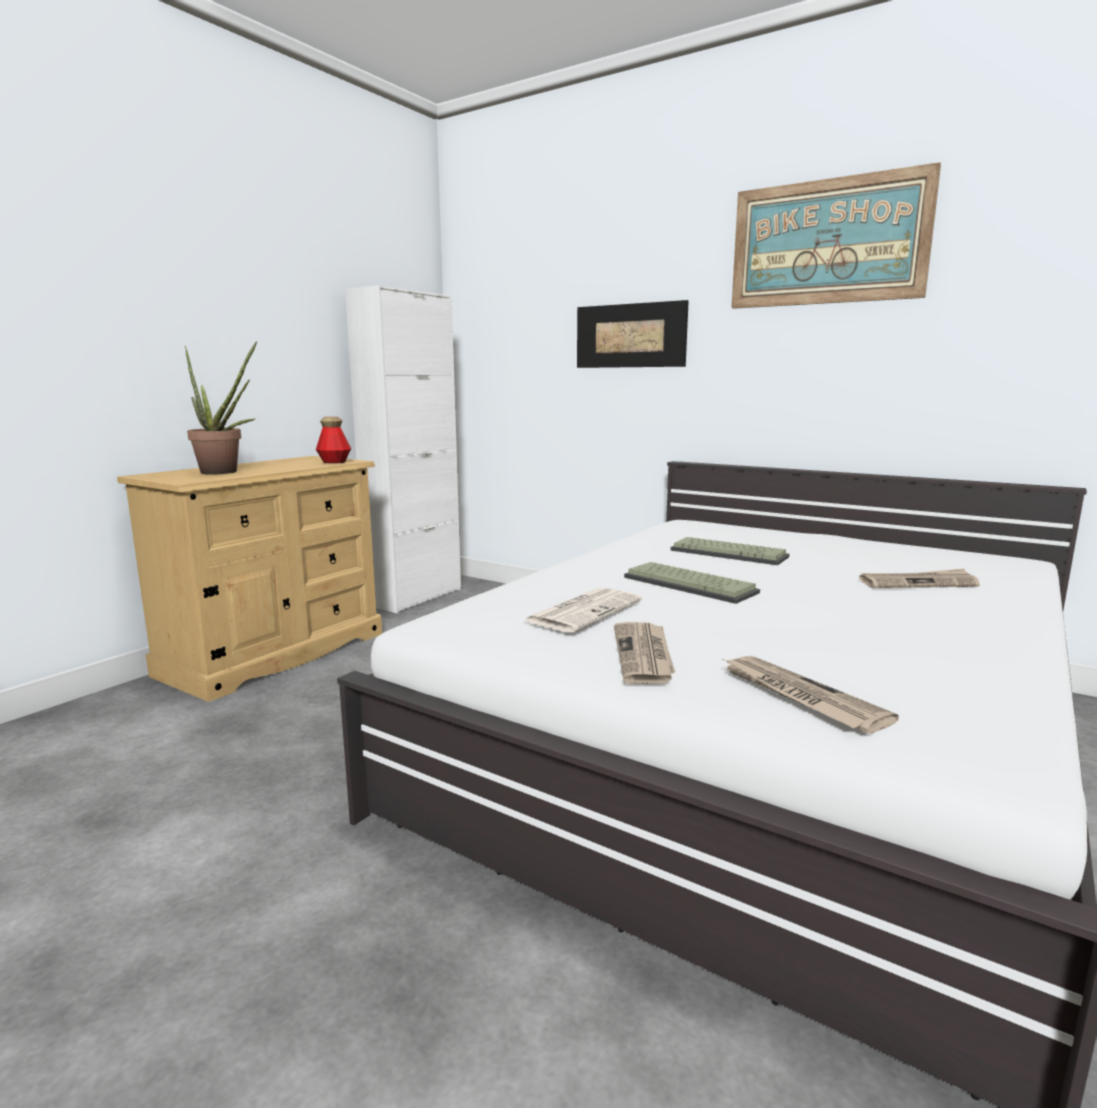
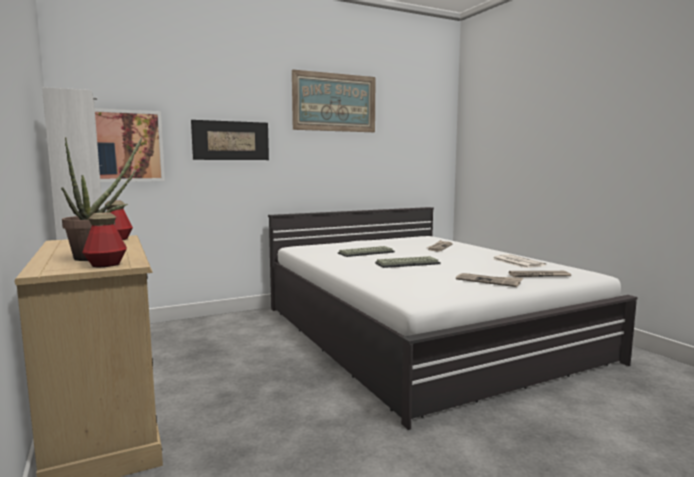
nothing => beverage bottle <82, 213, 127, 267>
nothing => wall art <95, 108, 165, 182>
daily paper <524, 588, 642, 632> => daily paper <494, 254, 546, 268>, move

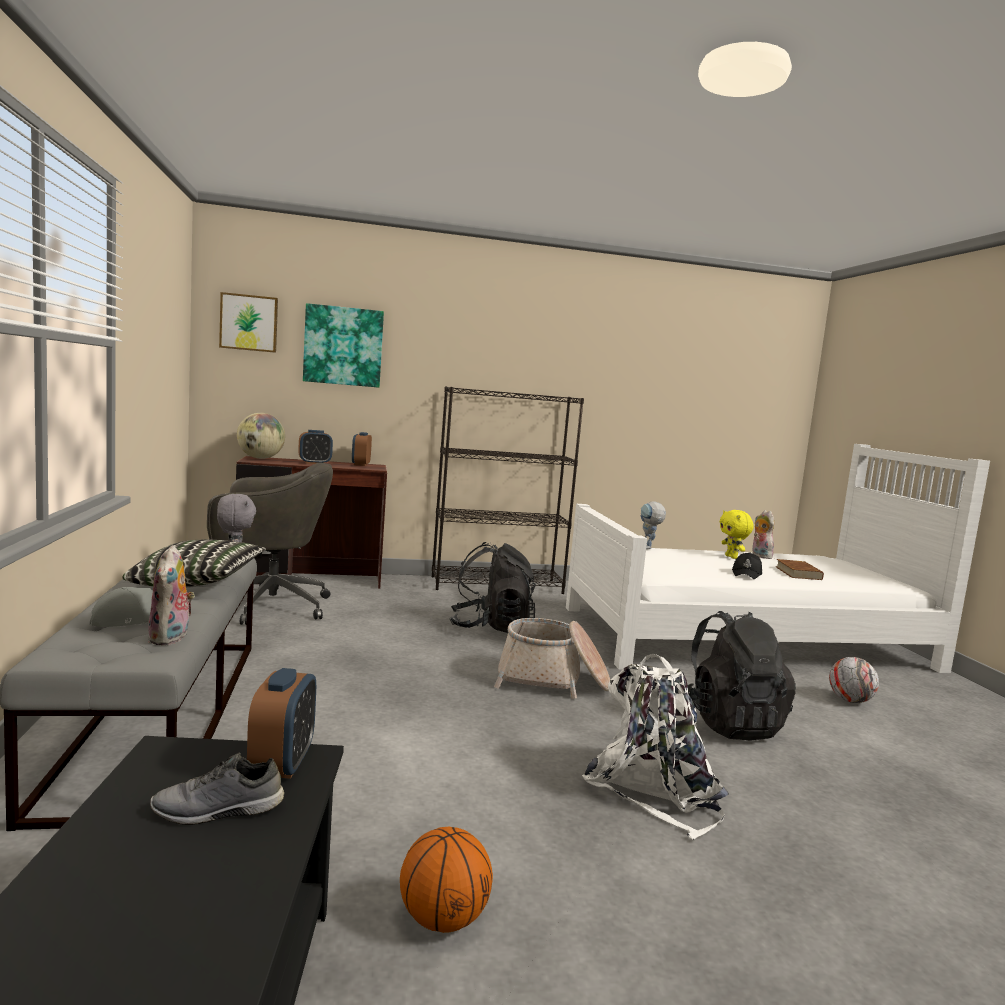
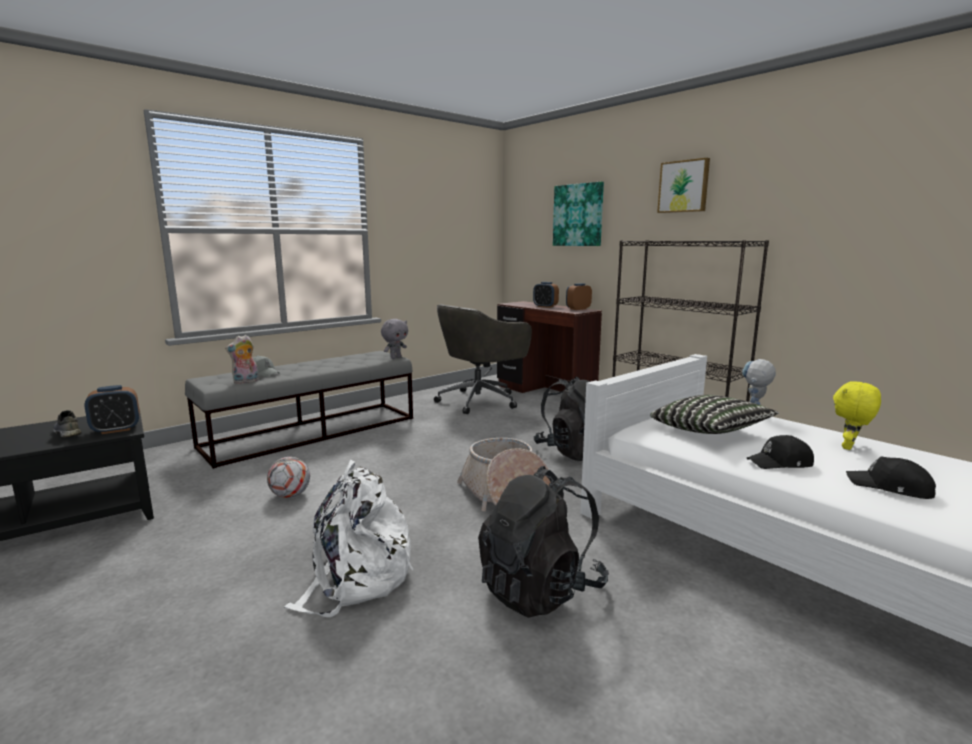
football <829, 657, 879, 703> => football <267, 457, 310, 498>, move
greyish computer chair <207, 462, 333, 625> => greyish computer chair <434, 304, 532, 414>, 90 degrees clockwise
cushion <122, 540, 266, 587> => cushion <650, 395, 779, 434>, move
wall art <219, 292, 278, 353> => wall art <657, 158, 710, 213>, move
brown volume <776, 559, 824, 580> => blackish cap <846, 456, 936, 499>
desk globe <237, 413, 285, 459> => nothing
basketball <400, 827, 493, 933> => nothing
plush toy <752, 510, 774, 559> => nothing

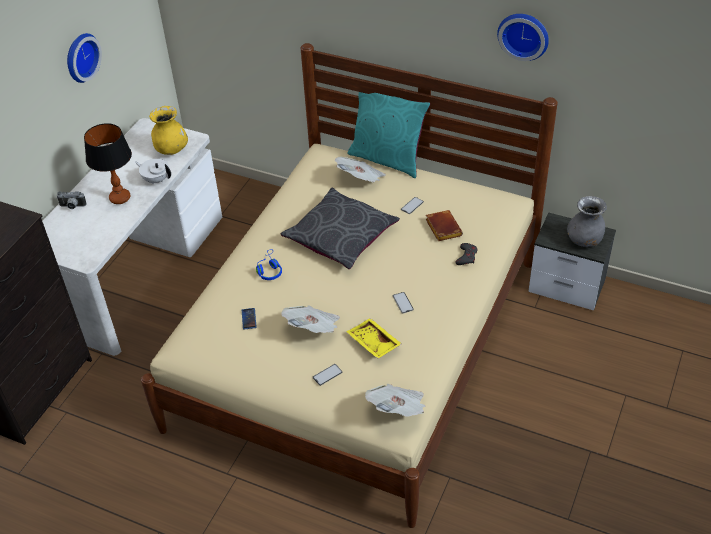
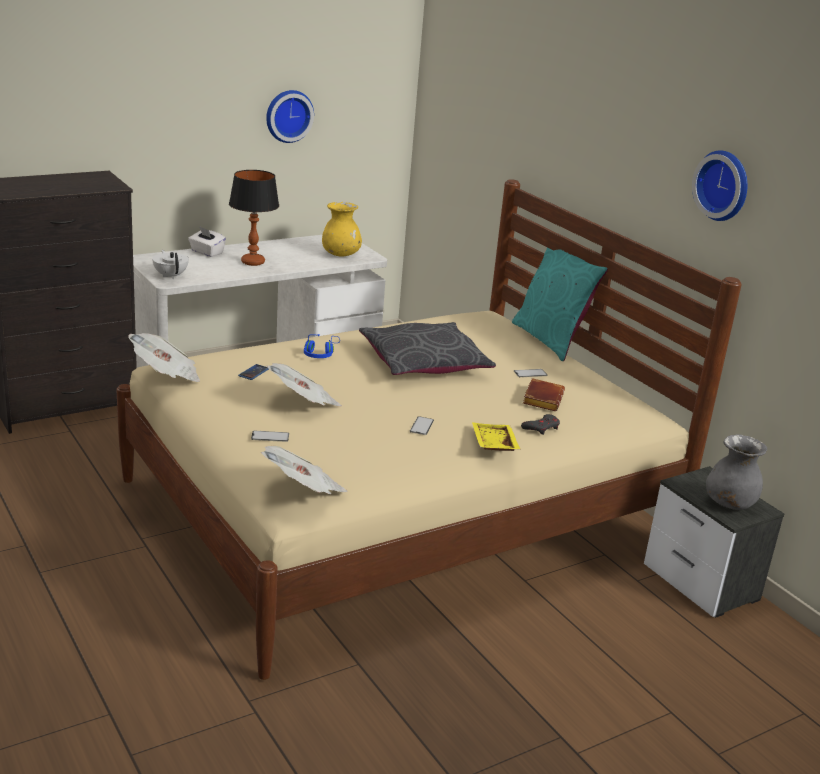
daily paper <335, 156, 386, 182> => daily paper <128, 333, 200, 382>, move
white-coloured tea pot <135, 159, 171, 184> => white-coloured tea pot <152, 250, 189, 279>, move
still camera <57, 191, 87, 209> => white-coloured tissue box <188, 227, 226, 257>
yellow carrying tray <346, 318, 402, 359> => yellow carrying tray <472, 422, 521, 451>, move

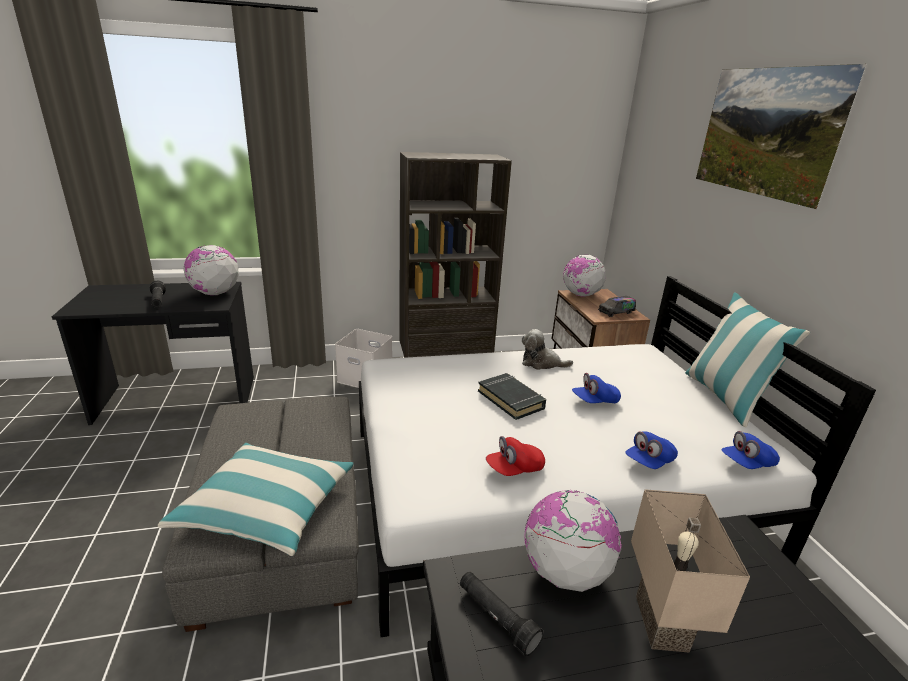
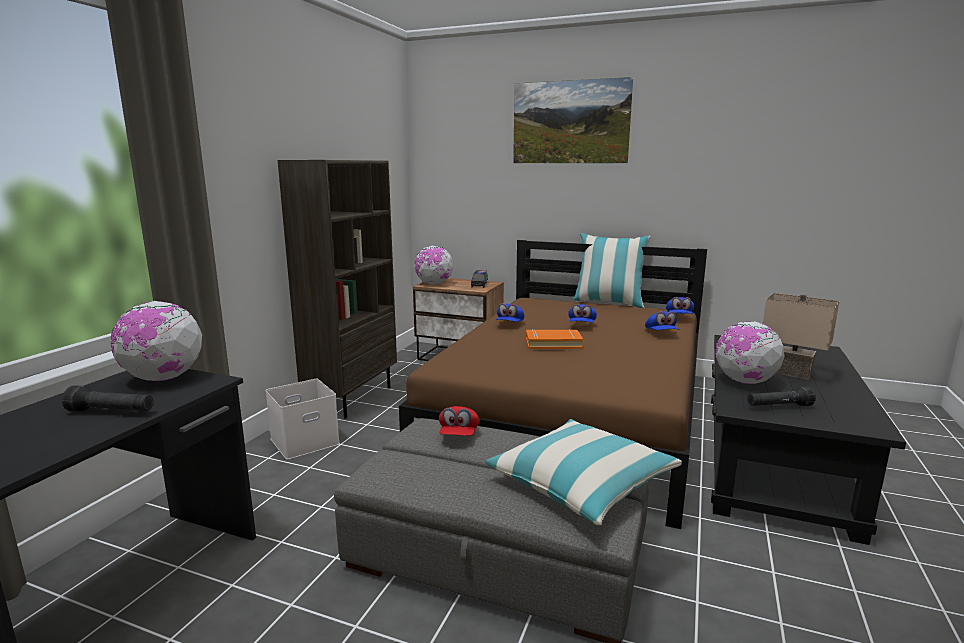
white-coloured sleeping bed <359, 276, 876, 637> => brown sleeping bed <399, 240, 707, 529>
reddish cap <486, 436, 545, 476> => reddish cap <439, 406, 480, 436>, move
plush toy <522, 329, 573, 370> => blue-coloured cap <496, 303, 524, 322>
blackish volume <478, 373, 546, 420> => orange-coloured volume <526, 329, 583, 349>

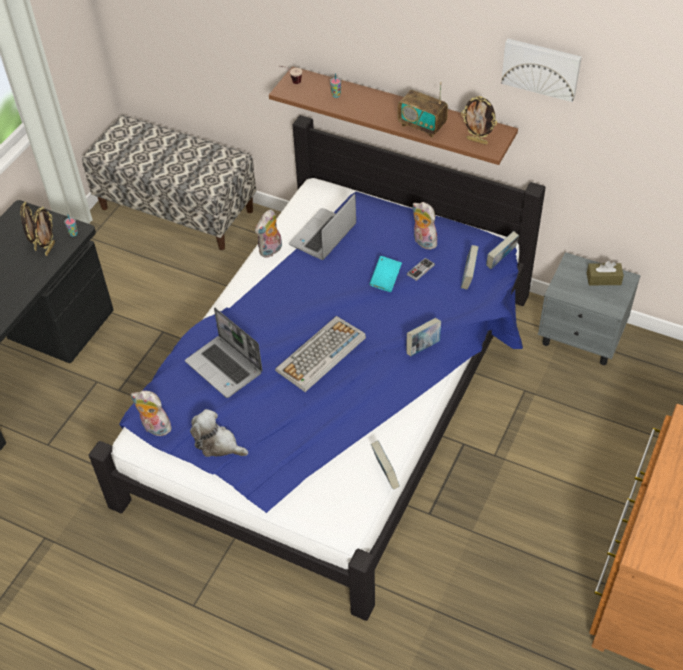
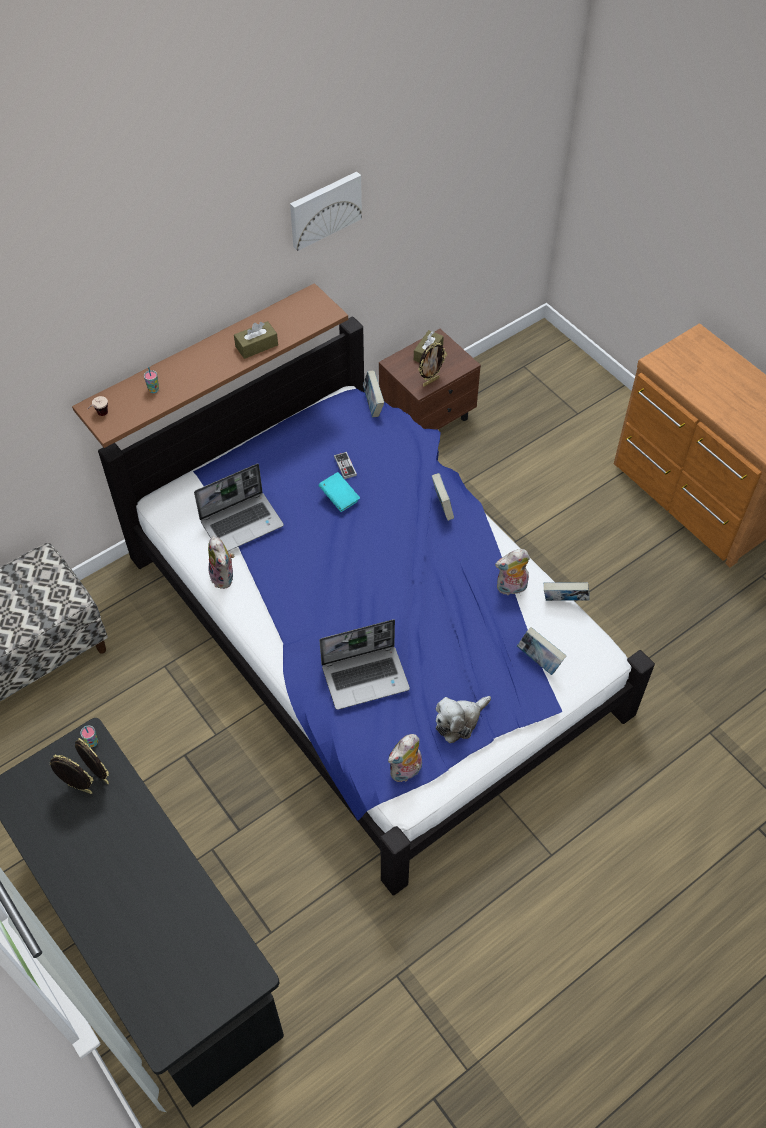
laptop <289, 194, 356, 260> => laptop <194, 463, 284, 551>, 90 degrees counterclockwise
radio set <398, 82, 448, 138> => brown tissue box <234, 321, 278, 359>
greyish bedside table <538, 252, 641, 365> => brown bedside table <379, 329, 481, 430>
standing frame <461, 96, 497, 145> => standing frame <418, 342, 447, 387>, move
plush toy <412, 202, 437, 250> => plush toy <495, 549, 530, 595>, move
volume <461, 245, 479, 290> => volume <517, 627, 566, 675>, move
keyboard <275, 316, 366, 392> => nothing

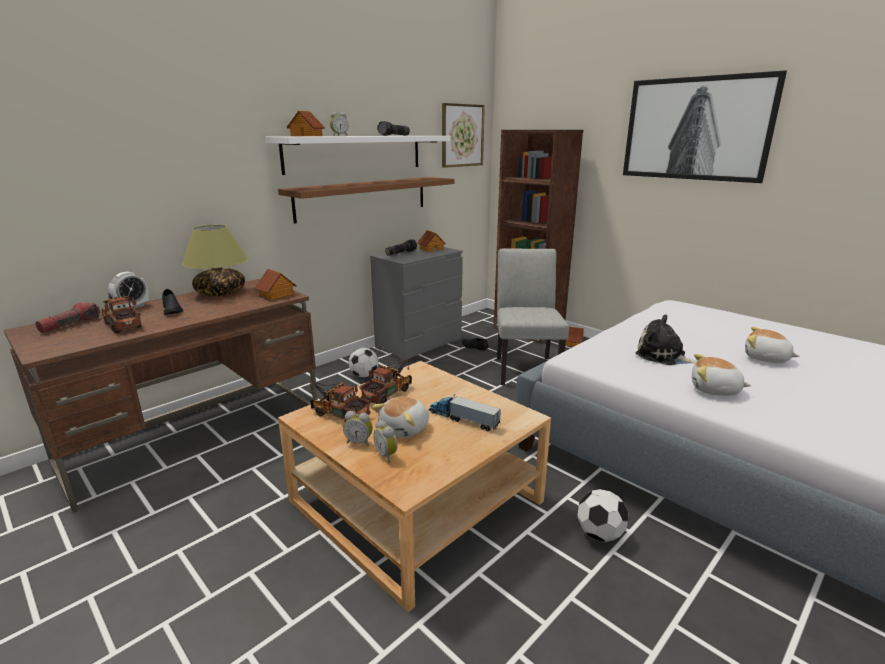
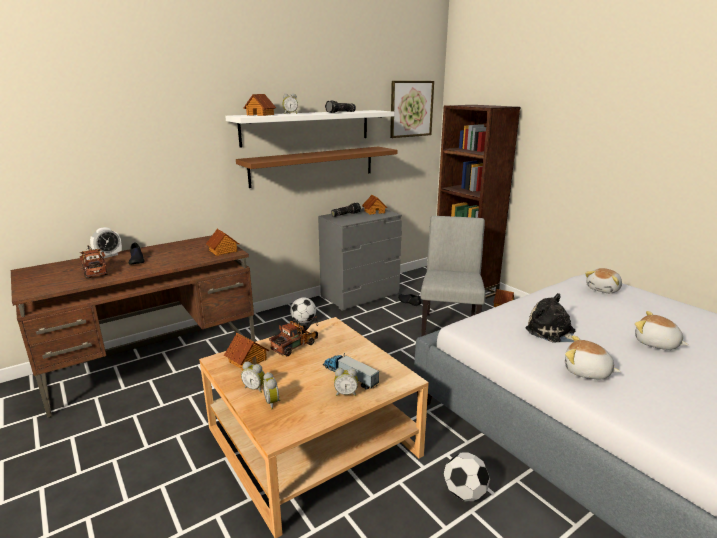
toy lorry <310, 381, 370, 422> => miniature house <224, 333, 269, 370>
nothing => table clock <334, 368, 358, 396>
plush toy <372, 396, 429, 438> => plush toy <585, 268, 622, 293>, move
hand torch <35, 303, 101, 333> => nothing
lamp for a table <182, 225, 248, 296> => nothing
wall art <623, 70, 787, 183> => nothing

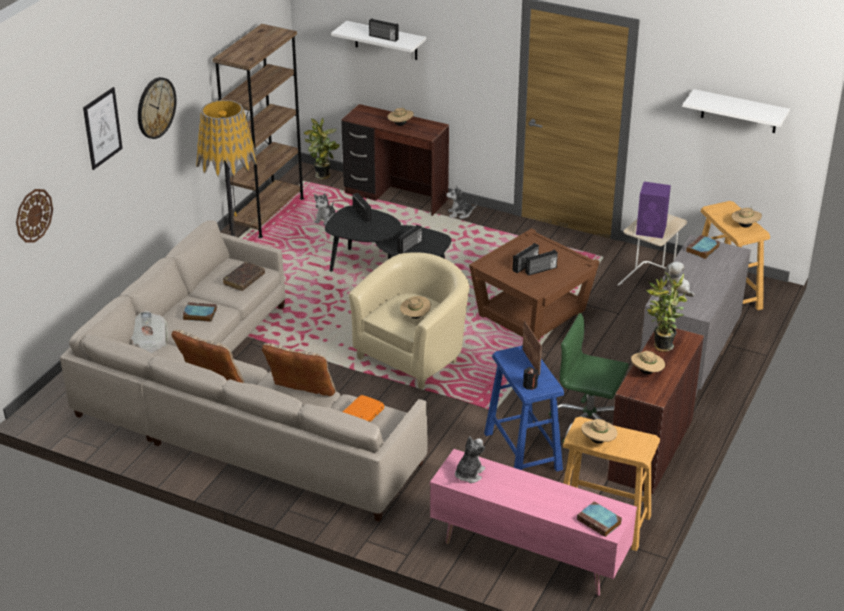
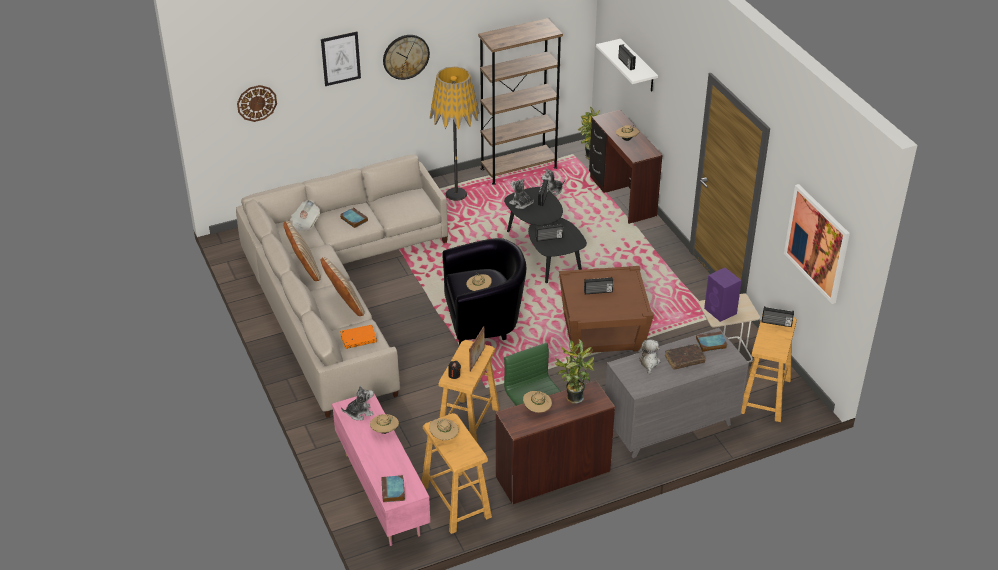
beige clothing hat <732, 206, 762, 228> => beige clothing hat <370, 414, 399, 434>, move
blue-coloured stool <484, 346, 564, 472> => beige stool <438, 340, 499, 442>
beige lounge chair <349, 252, 470, 390> => blackish lounge chair <442, 238, 526, 345>
plush toy <446, 185, 477, 219> => plush toy <509, 178, 534, 209>, move
brown volume <223, 262, 265, 291> => brown volume <665, 344, 706, 370>, move
radio set <525, 250, 558, 276> => radio set <761, 306, 794, 327>, move
white-coloured shelf <683, 89, 790, 133> => wall art <784, 184, 850, 304>

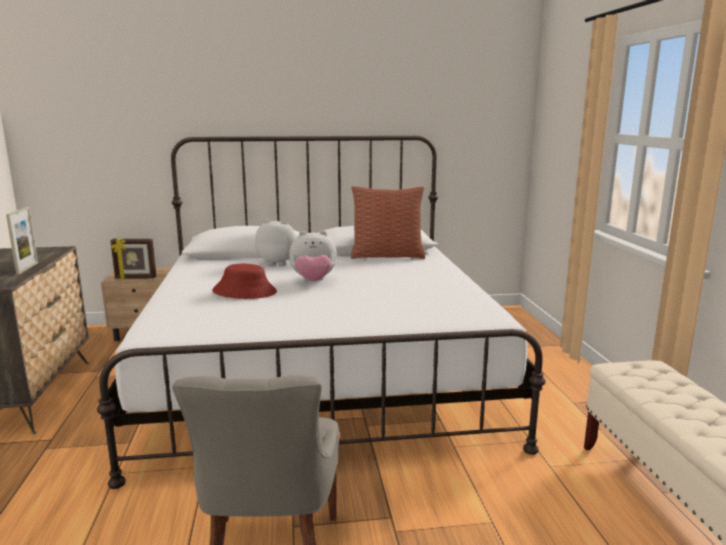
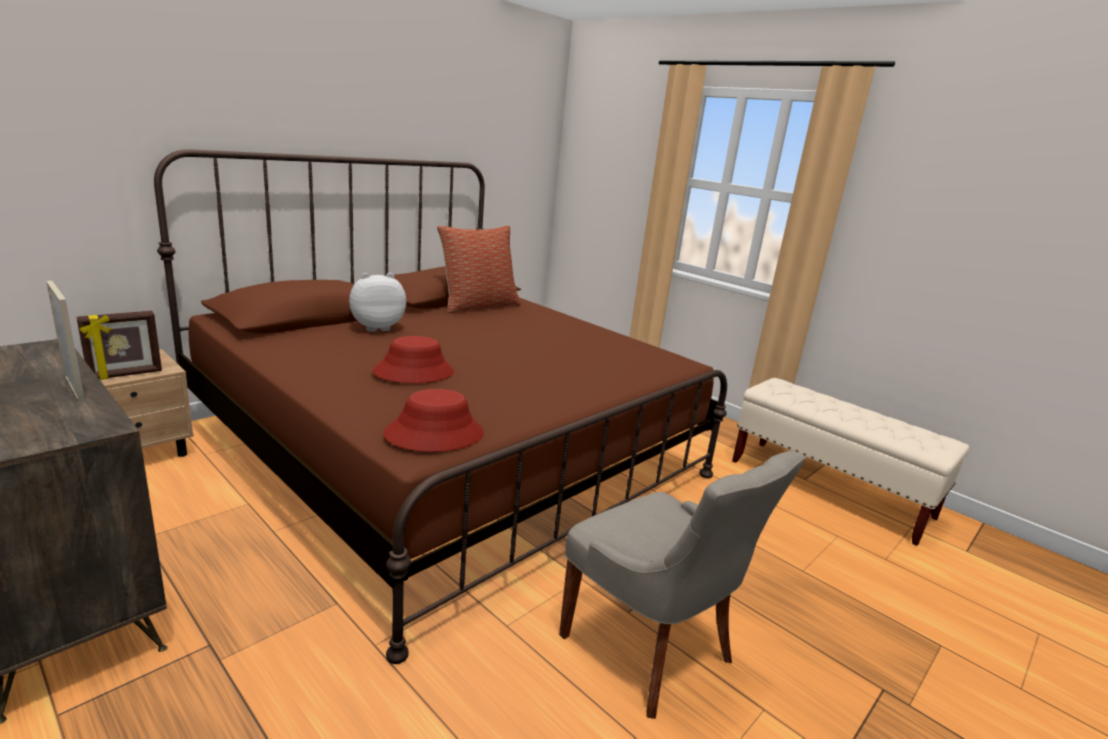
white-coloured sleeping bed <97, 136, 545, 489> => brown sleeping bed <154, 149, 727, 664>
nothing => reddish clothing hat <383, 389, 484, 452>
plush toy <289, 231, 337, 281> => nothing

